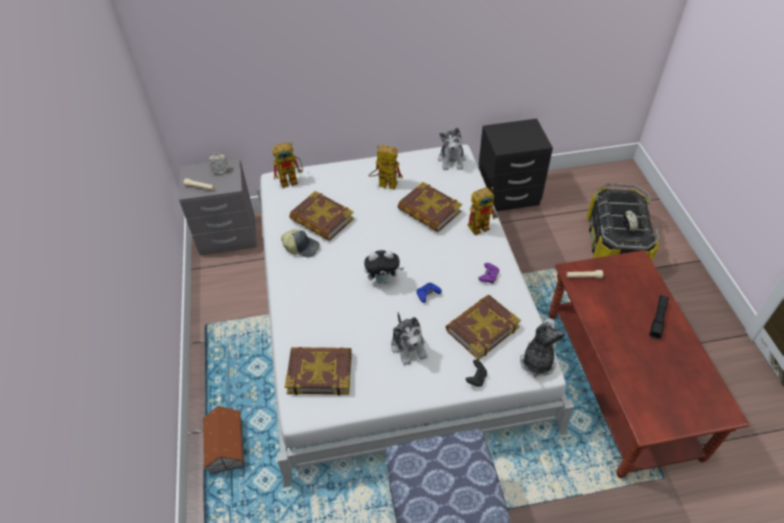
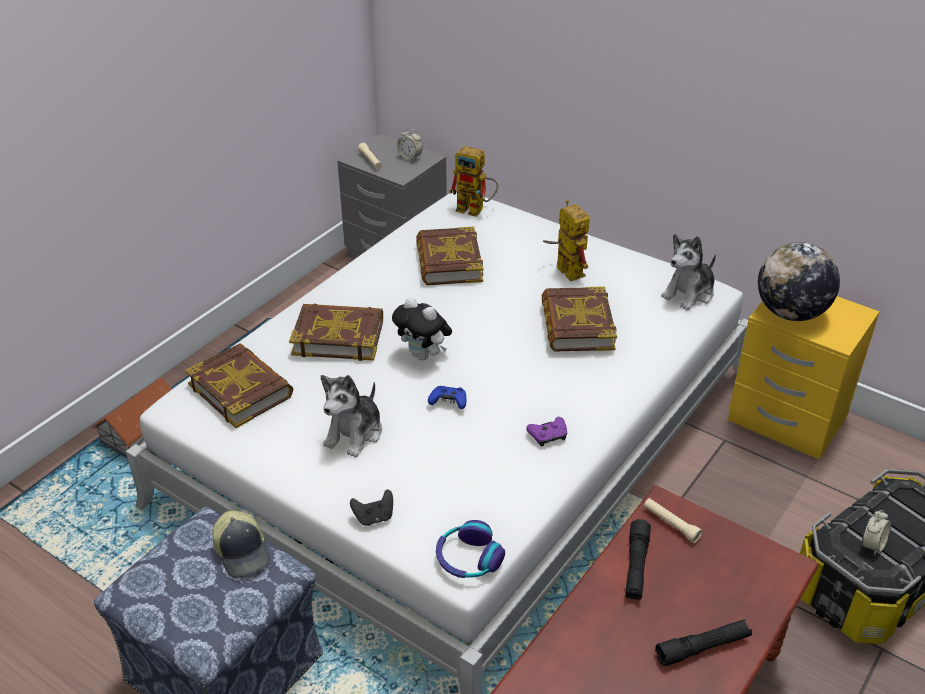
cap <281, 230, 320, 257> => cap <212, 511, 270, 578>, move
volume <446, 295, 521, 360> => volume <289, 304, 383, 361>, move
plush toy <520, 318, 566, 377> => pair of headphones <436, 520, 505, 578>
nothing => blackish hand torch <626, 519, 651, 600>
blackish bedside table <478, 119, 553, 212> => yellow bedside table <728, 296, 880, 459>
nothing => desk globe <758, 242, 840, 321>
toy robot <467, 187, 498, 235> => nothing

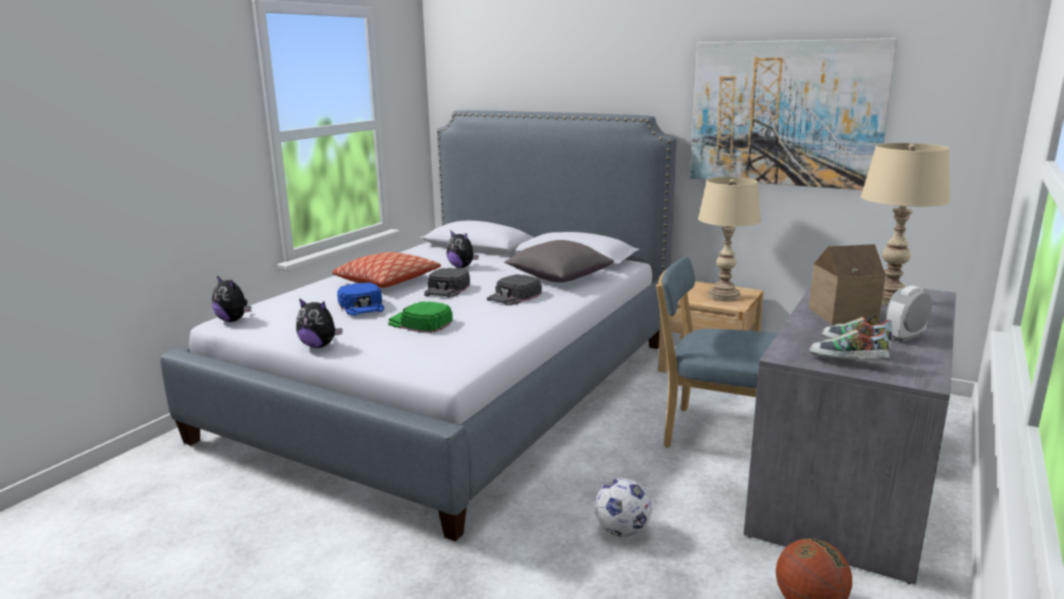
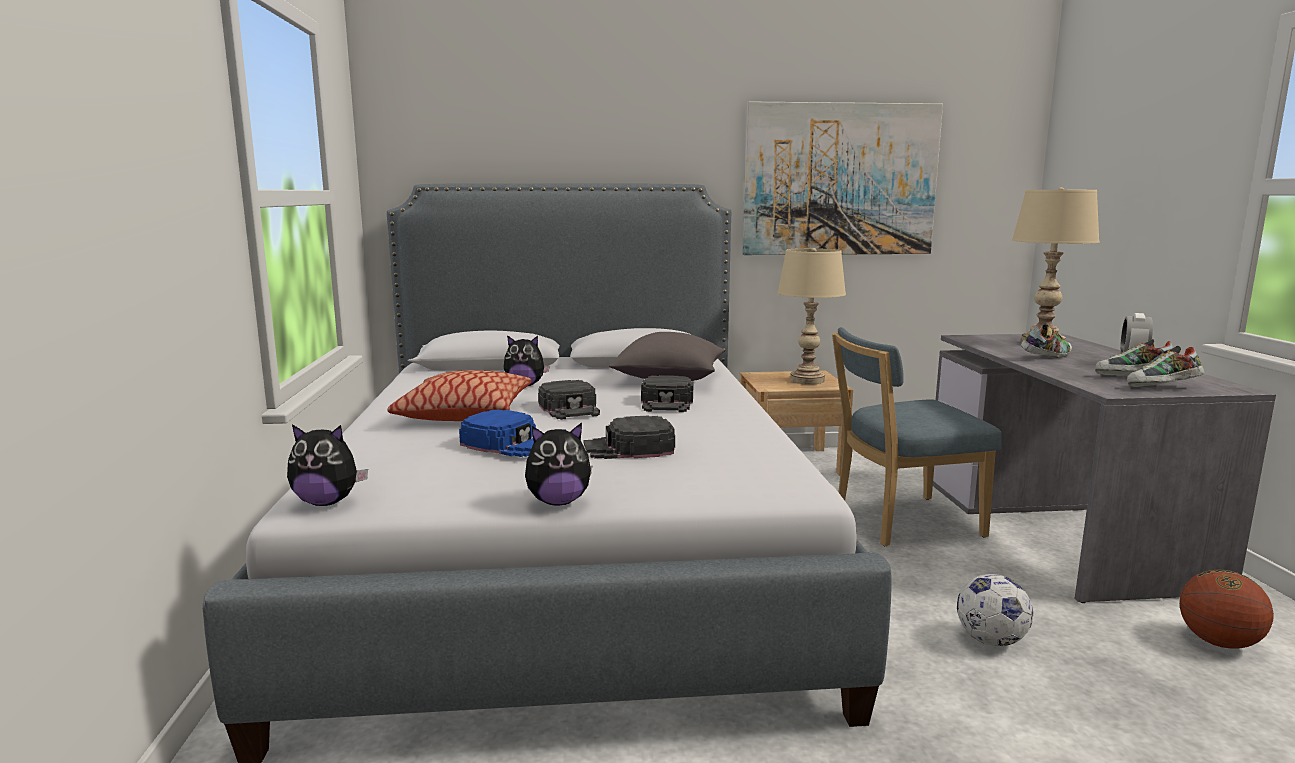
greenish cap <388, 301, 453, 333> => blackish cap <584, 416, 675, 459>
miniature house <809, 244, 886, 325> => shoe <1021, 324, 1072, 358>

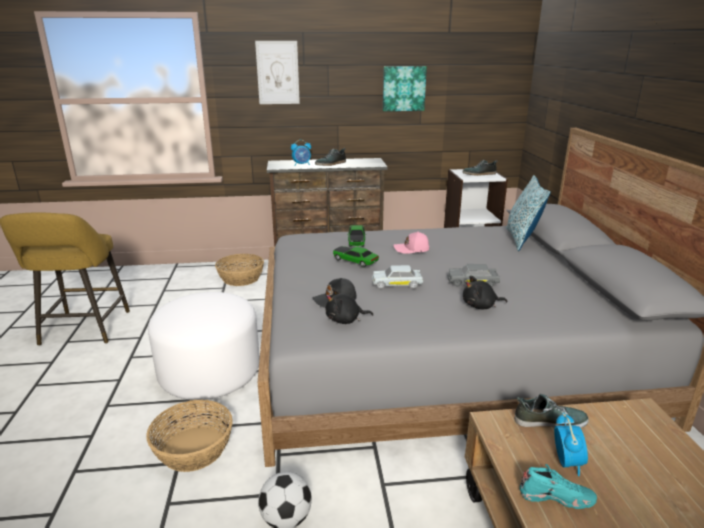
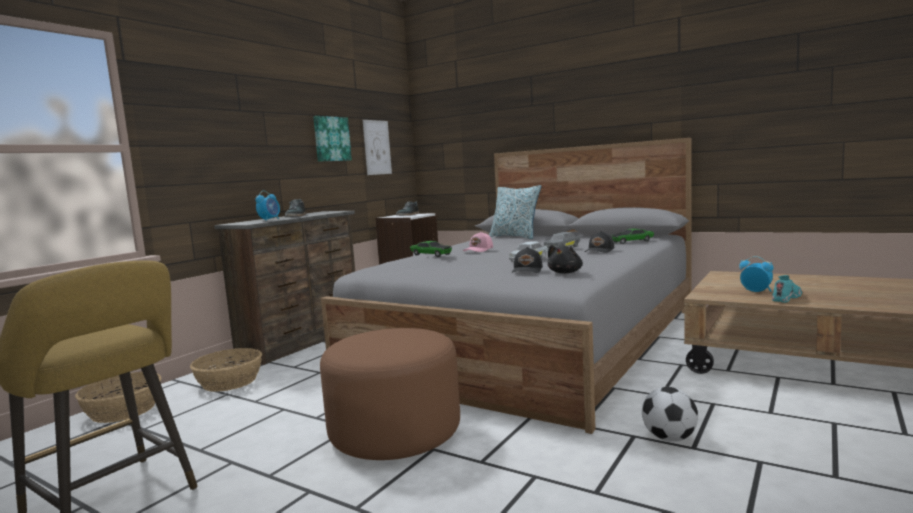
storage basket <146, 400, 233, 472> => storage basket <75, 372, 162, 423>, move
white-coloured ottoman <148, 292, 260, 400> => brown ottoman <320, 328, 460, 460>
wall art <255, 41, 300, 104> => wall art <363, 120, 392, 175>, move
blackish plush toy <463, 275, 507, 310> => blackish cap <585, 231, 614, 253>
miniature car <333, 246, 379, 267> => miniature car <611, 228, 654, 244>, move
shoe <514, 394, 589, 428> => nothing

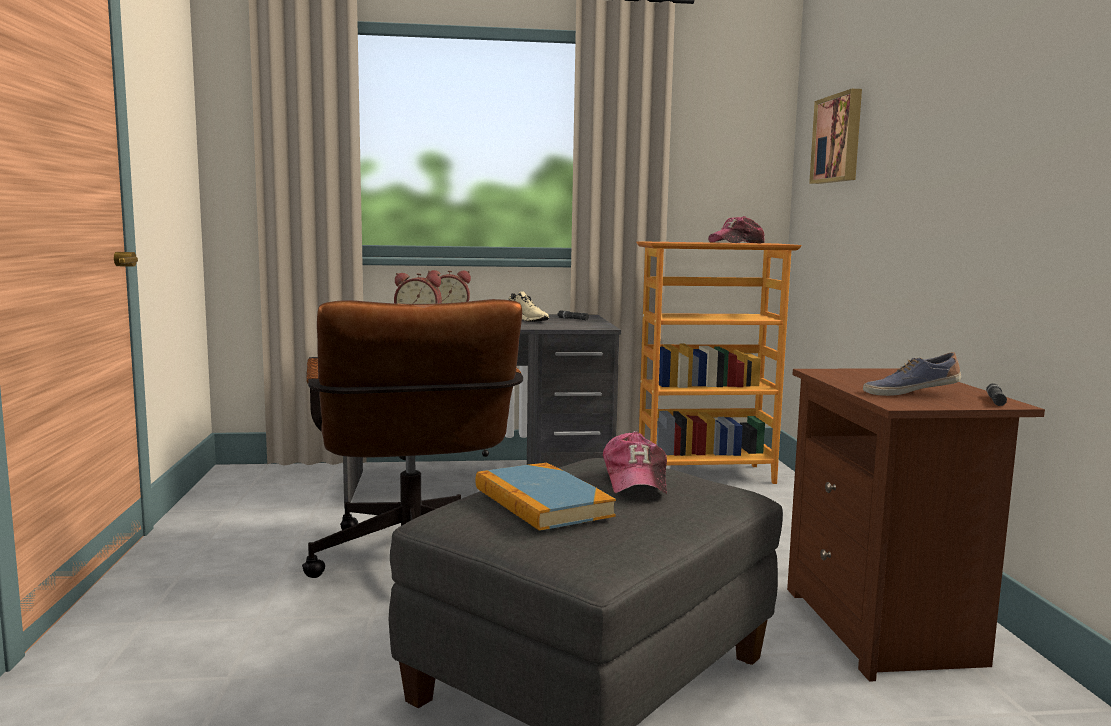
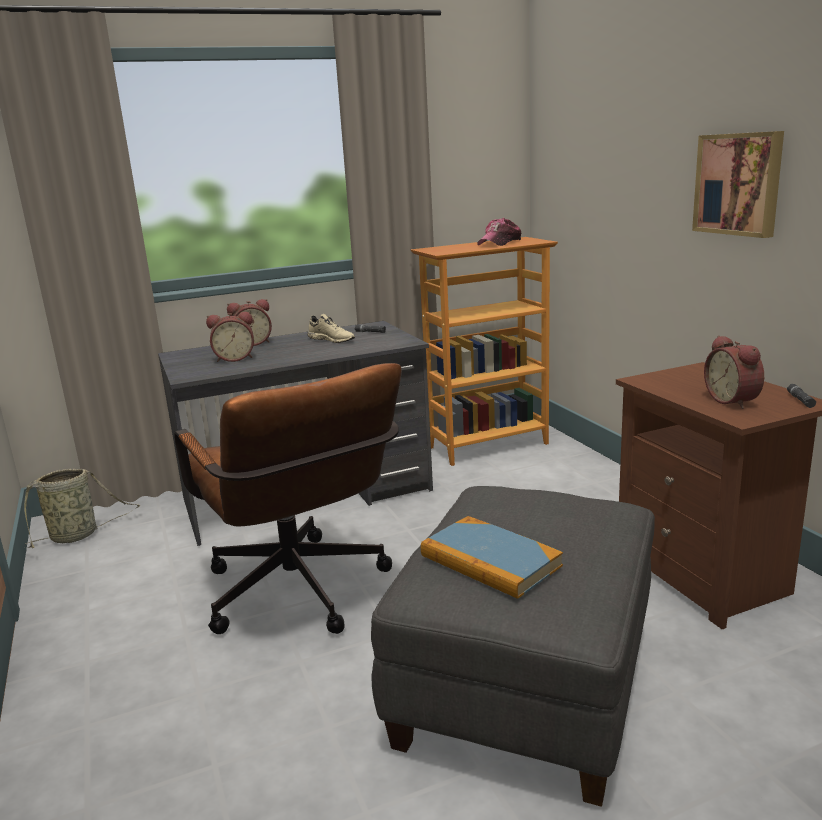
nothing => storage basket <24, 469, 141, 548>
wall art <809, 89, 862, 184> => wall art <692, 131, 784, 238>, move
shoe <863, 352, 961, 396> => table clock <704, 335, 764, 409>
cap <603, 431, 667, 494> => nothing

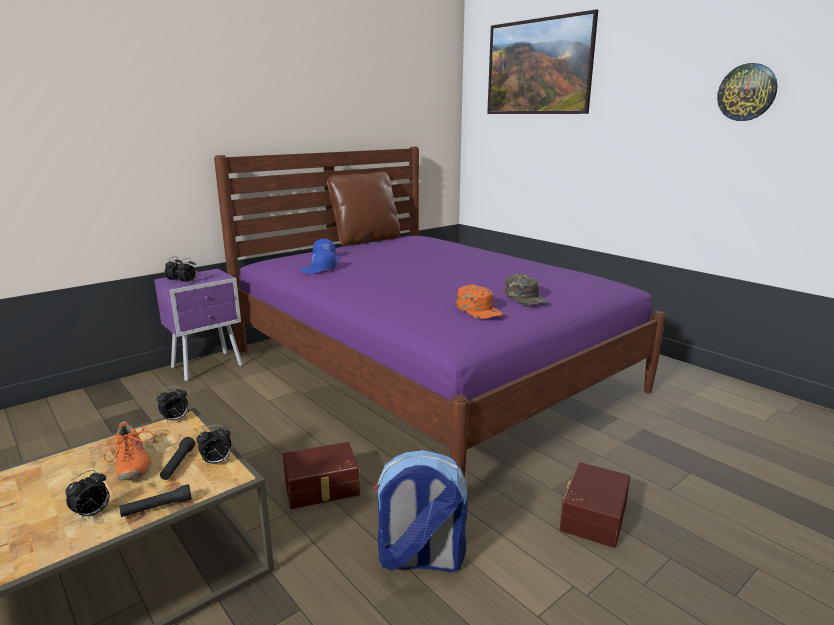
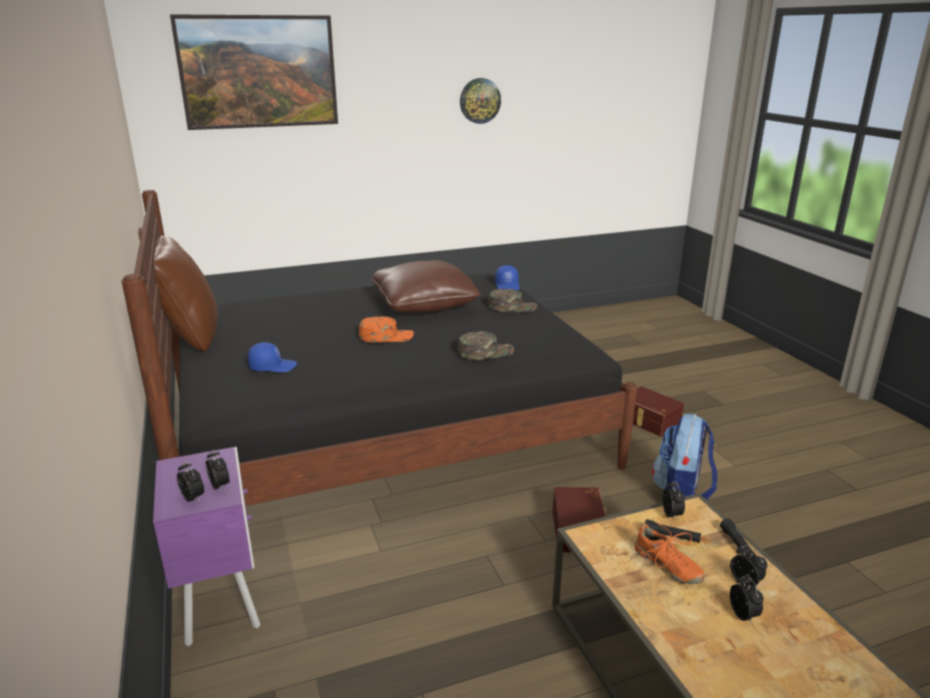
purplish sleeping bed <214, 147, 666, 478> => blackish sleeping bed <122, 190, 637, 506>
orange-coloured cap <456, 285, 504, 319> => orange-coloured cap <359, 316, 414, 343>, move
nothing => brown cushion <371, 260, 481, 313>
nothing => greenish cap <458, 331, 514, 360>
blue-coloured cap <300, 249, 336, 274> => blue-coloured cap <495, 265, 519, 290>, move
orange-coloured shoe <99, 421, 154, 480> => orange-coloured shoe <634, 523, 705, 584>, 60 degrees clockwise
table clock <157, 386, 188, 422> => table clock <730, 575, 764, 624>, move

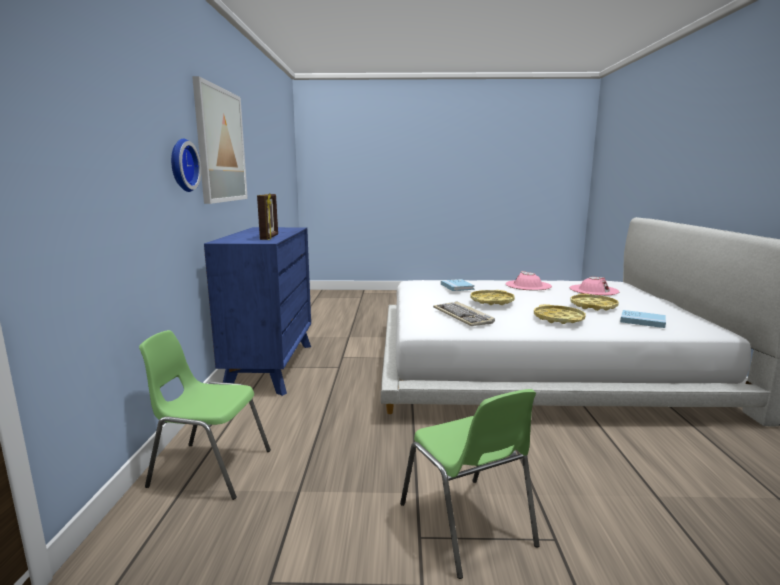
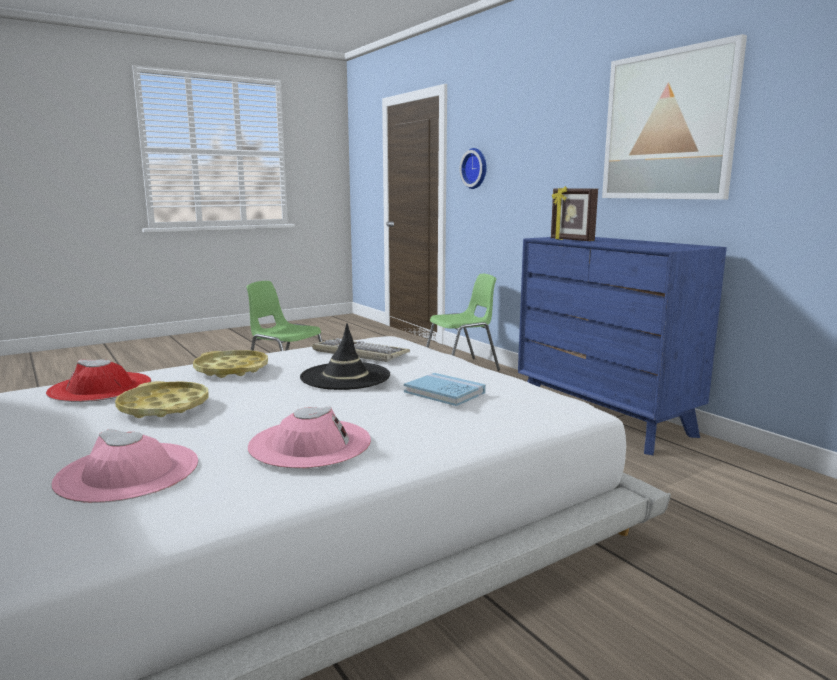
blue-coloured volume <620, 310, 666, 328> => reddish clothing hat <46, 359, 151, 402>
yellow carrying tray <470, 290, 515, 305> => blackish clothing hat <300, 324, 390, 390>
hanging clock <171, 138, 201, 192> => hanging clock <459, 148, 487, 189>, move

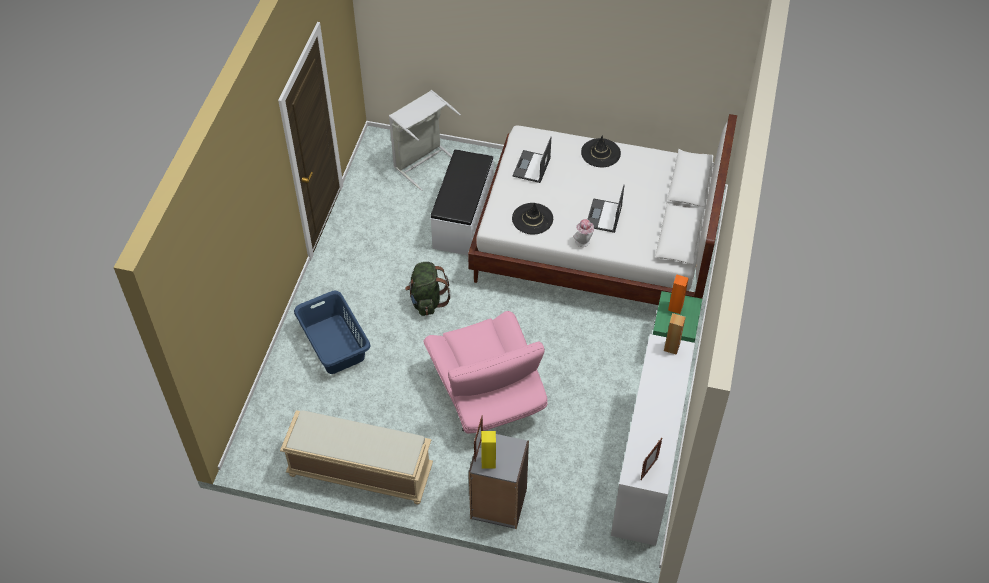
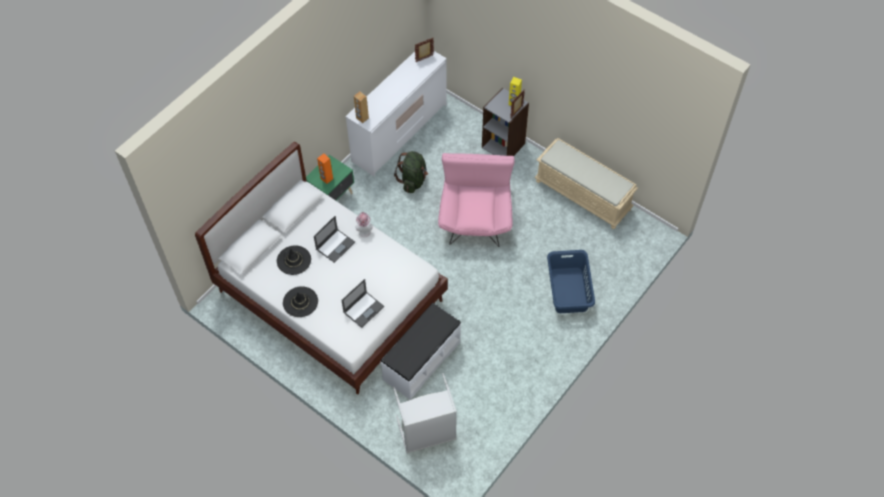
blackish clothing hat <512, 203, 553, 235> => blackish clothing hat <277, 245, 311, 275>, move
greenish rucksack <405, 262, 450, 316> => greenish rucksack <394, 151, 428, 193>, move

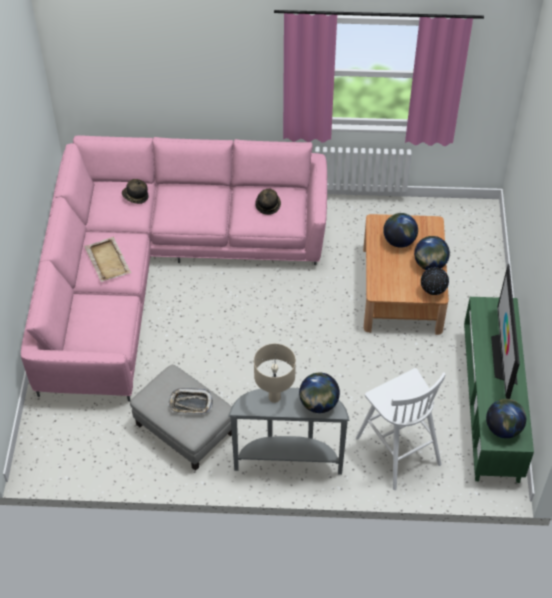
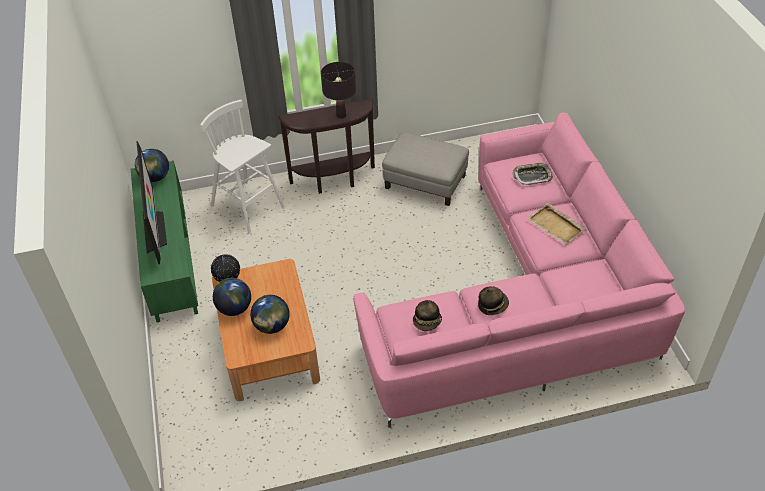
greyish narrow table <228, 388, 350, 475> => brown narrow table <278, 99, 375, 194>
beige lamp for a table <254, 344, 296, 403> => blackish lamp for a table <321, 62, 356, 119>
clothing hat <122, 179, 149, 204> => clothing hat <478, 286, 509, 315>, move
carrying tray <169, 388, 213, 414> => carrying tray <512, 162, 553, 185>, move
desk globe <299, 373, 340, 413> => nothing

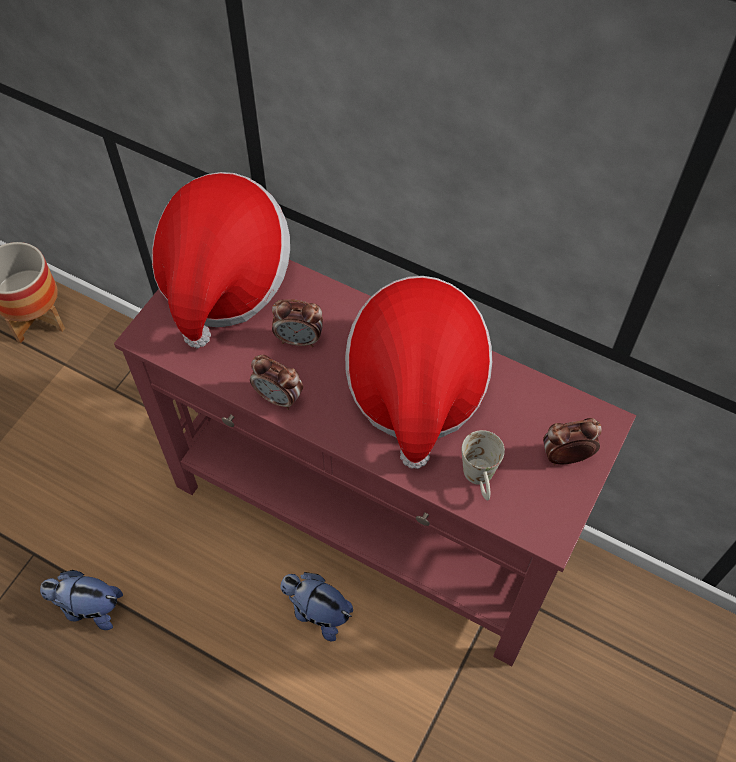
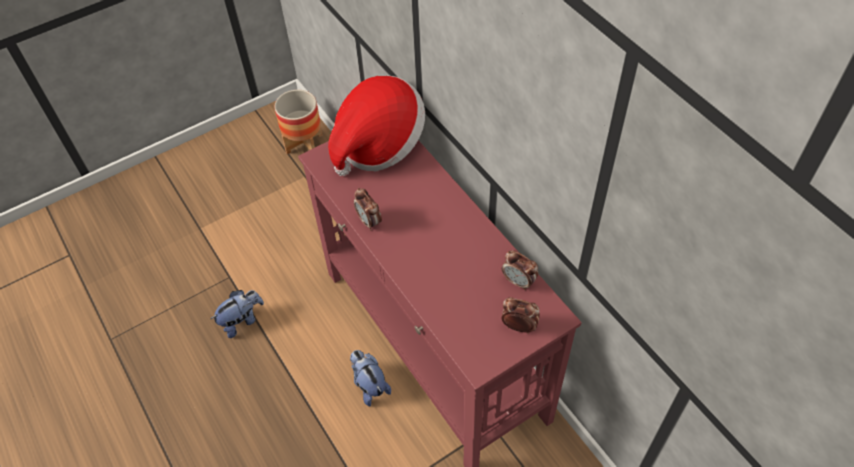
plush toy <40, 570, 123, 630> => plush toy <211, 290, 264, 338>, 105 degrees clockwise
table clock <272, 299, 323, 347> => table clock <502, 250, 538, 290>, move
clothing hat <345, 276, 492, 469> => nothing
white-coloured tea mug <462, 430, 505, 500> => nothing

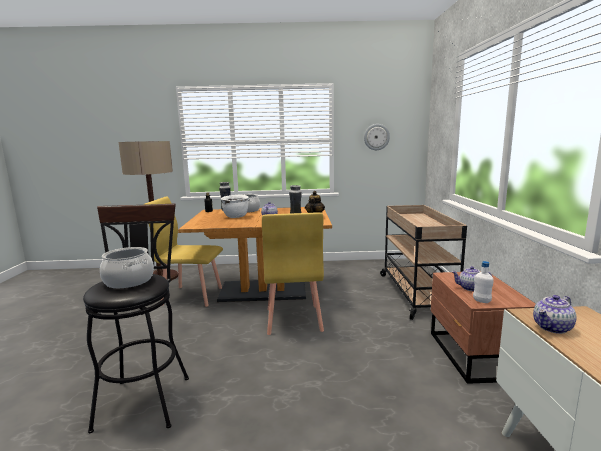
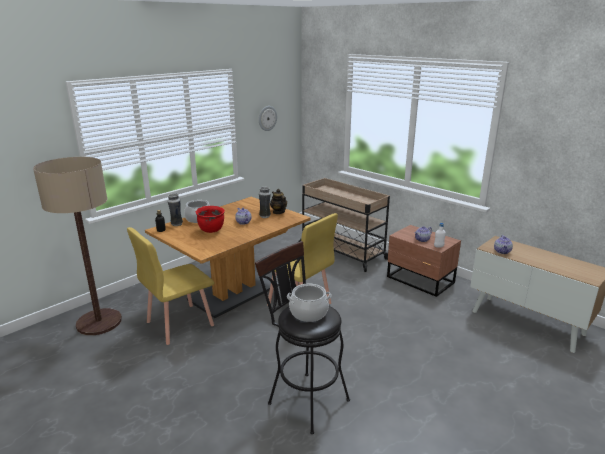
white-coloured cooking pot <221, 195, 249, 218> => reddish cooking pot <196, 206, 225, 233>

